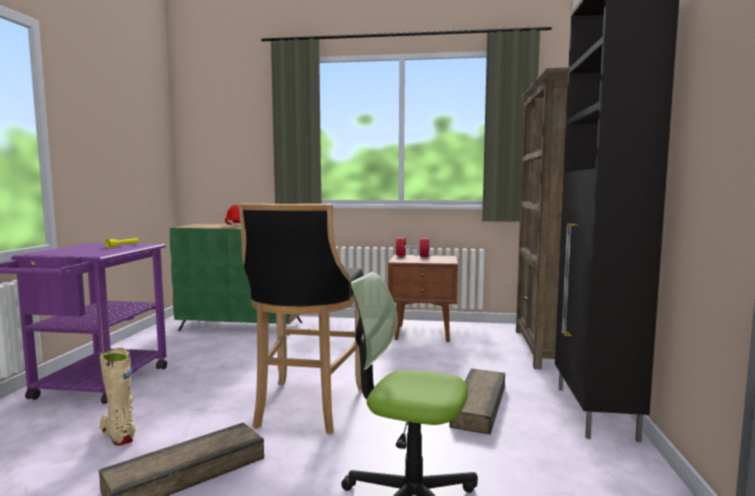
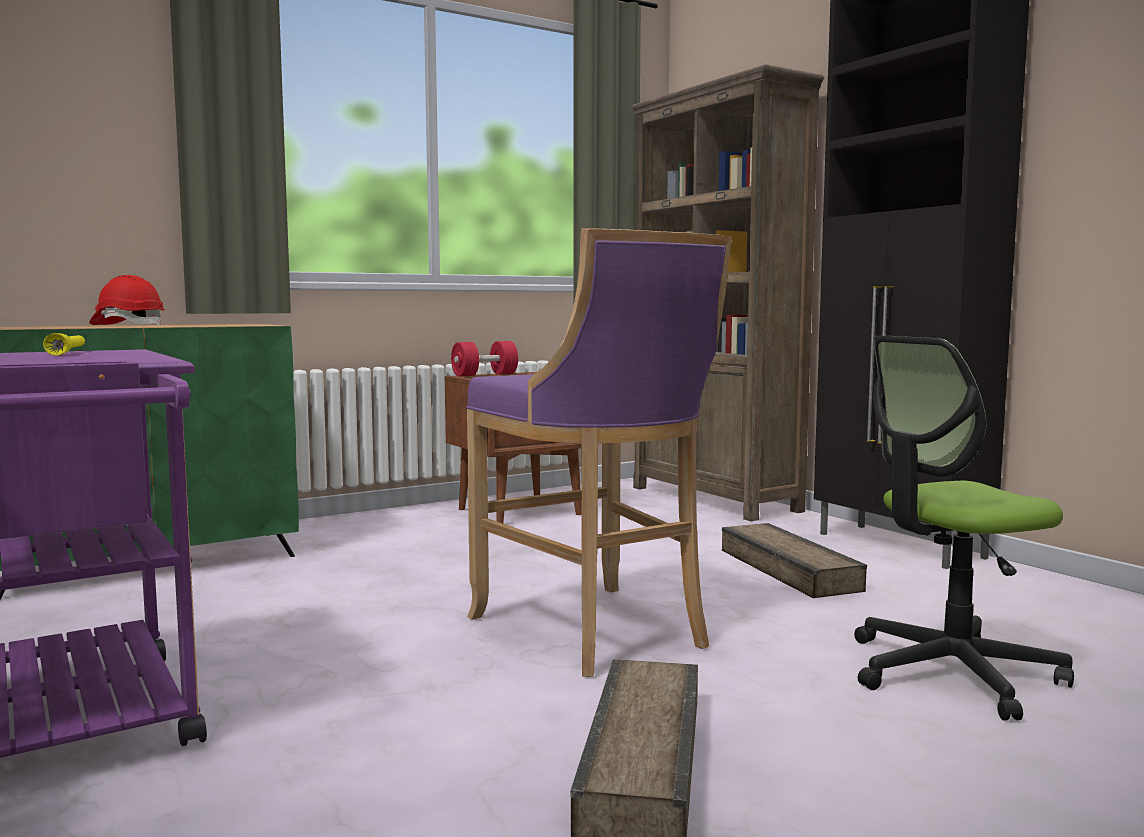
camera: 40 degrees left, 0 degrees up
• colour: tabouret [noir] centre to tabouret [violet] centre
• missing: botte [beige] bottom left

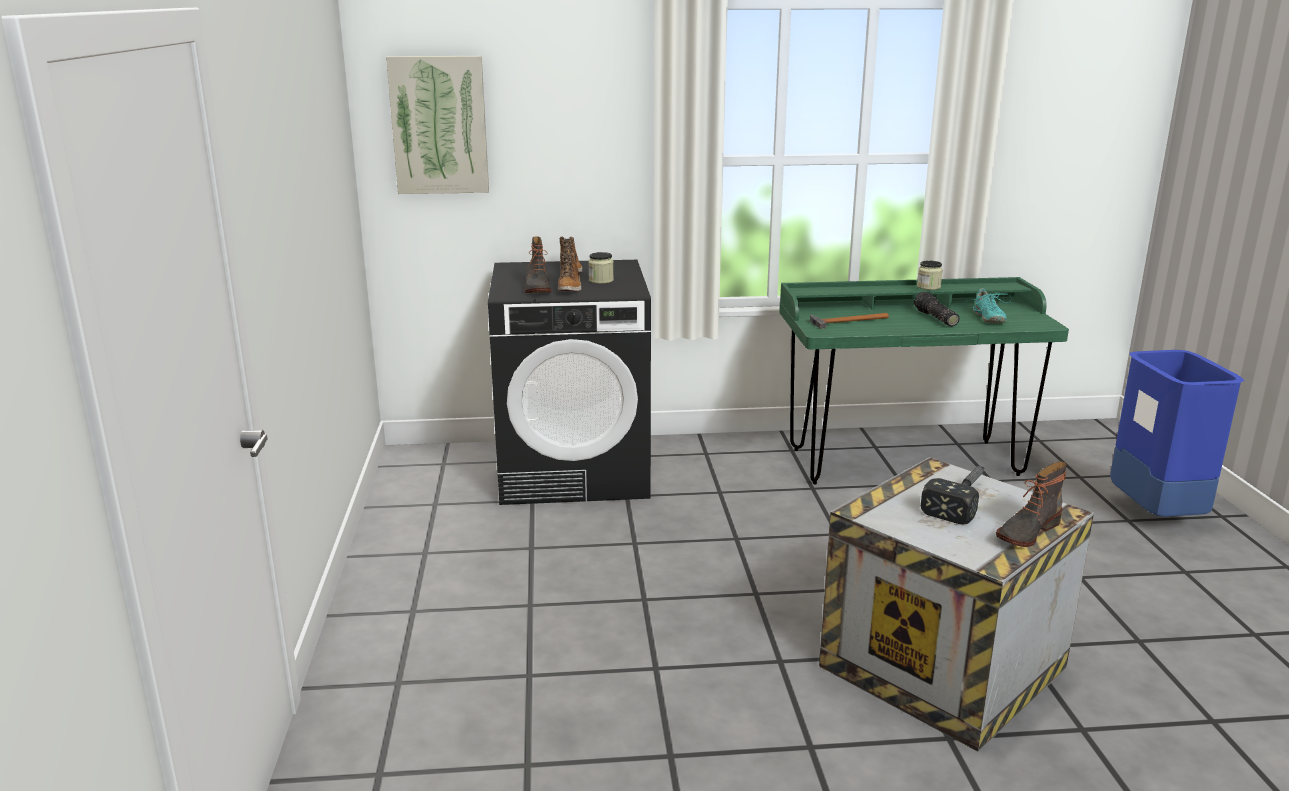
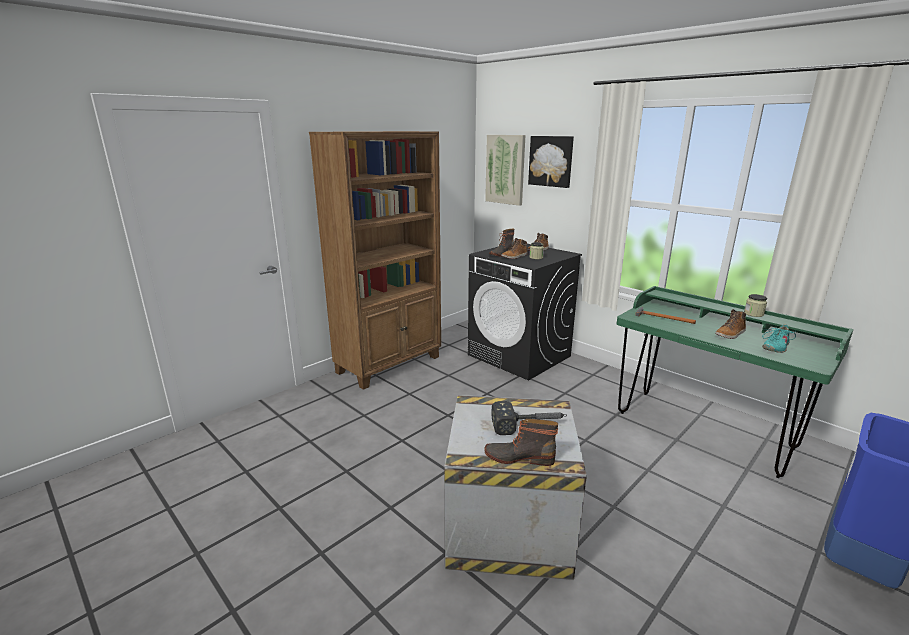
camera: 50 degrees right, 0 degrees up
• exchanged: lampe de poche middle right to botte (no. 5 from left) middle right
• appeared: bibliothèque [marron] centre
• appeared: tableau (no. 2 from left) top centre

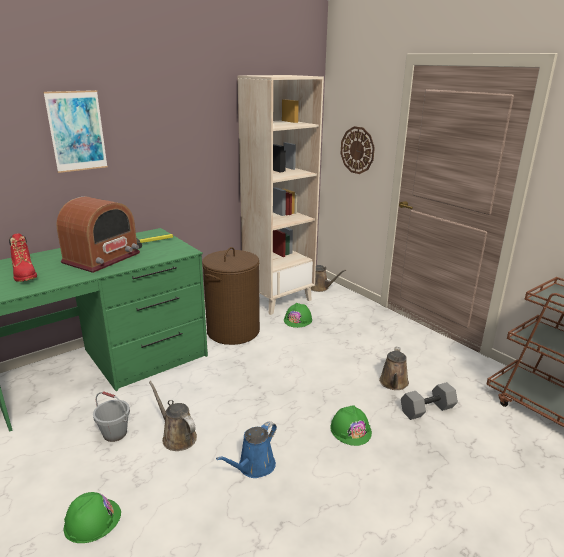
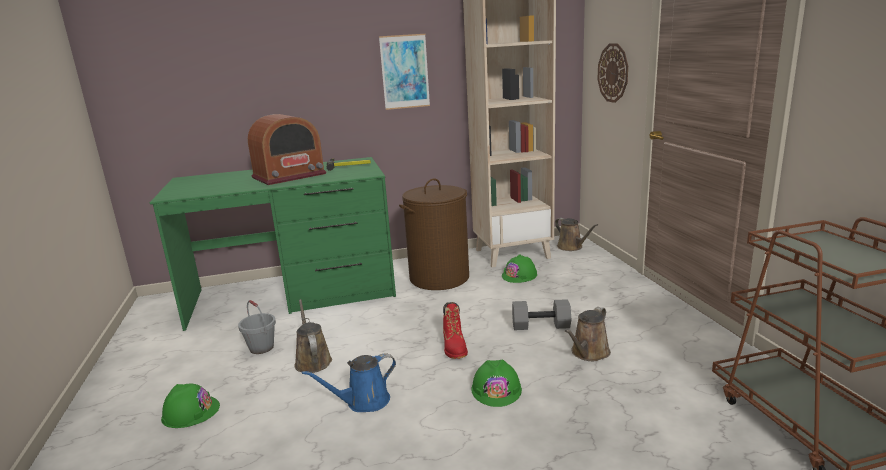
camera: 25 degrees right, 5 degrees down
• relocated: tableau top left to top centre
• relocated: botte [rouge] middle left to bottom centre
• relocated: haltère [gris] bottom right to bottom centre

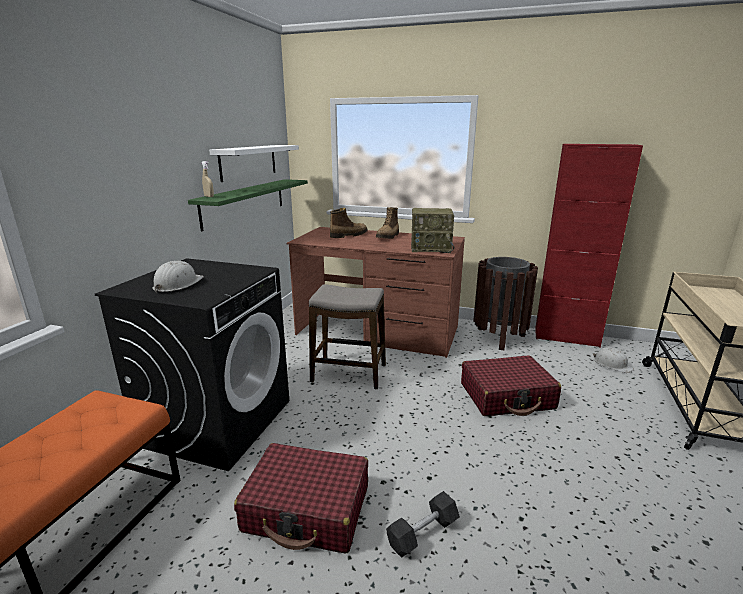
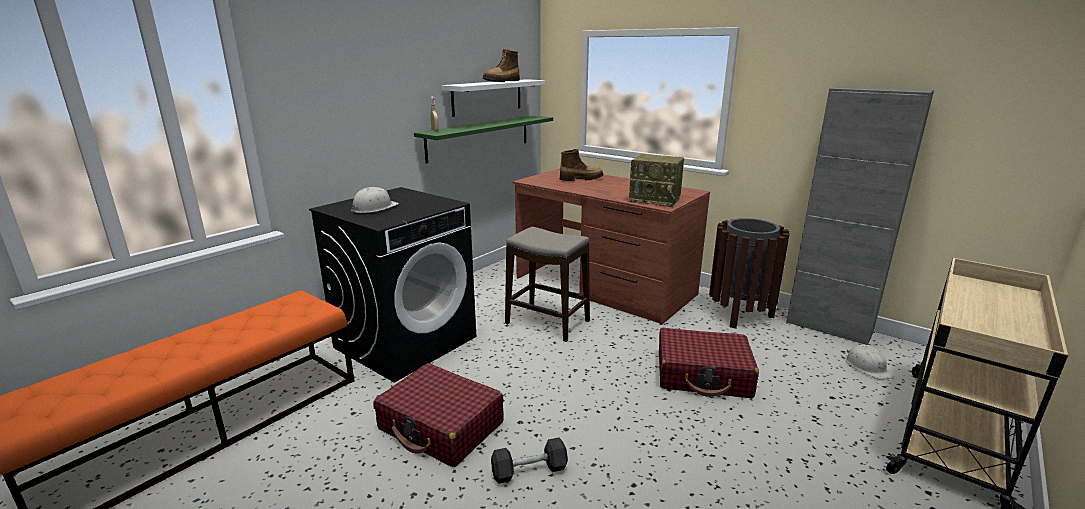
camera: 20 degrees right, 0 degrees up
• colour: meuble de rangement [rouge] middle right to meuble de rangement [gris] middle right
• relocated: botte (no. 2 from left in the first image) centre to botte (no. 1 from left) top centre

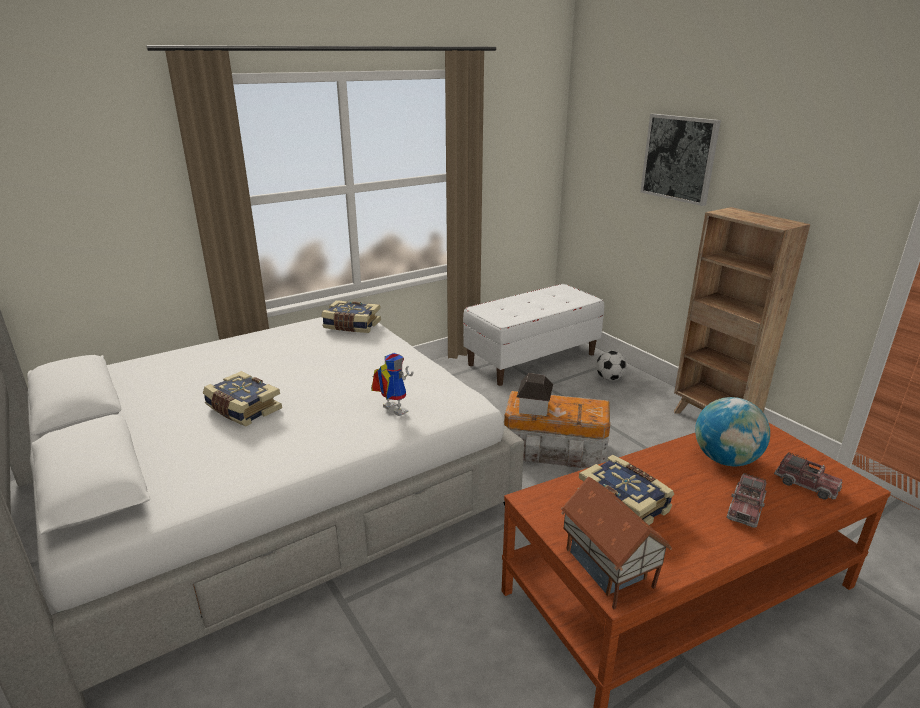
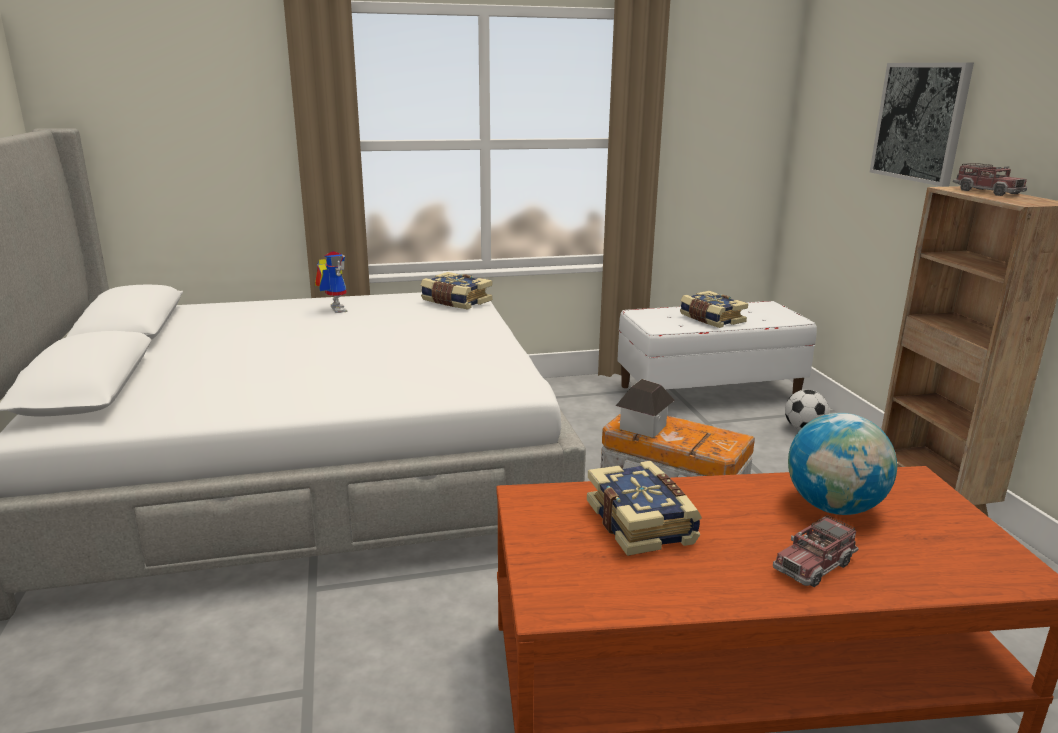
camera: 20 degrees right, 5 degrees down
• relocated: robot jouet centre to middle left
• relocated: livre (no. 1 from left in the first image) middle left to livre (no. 3 from left) middle right
• relocated: camion jouet (no. 2 from left) bottom right to top right
• missing: maison miniature (no. 2 from left) bottom right

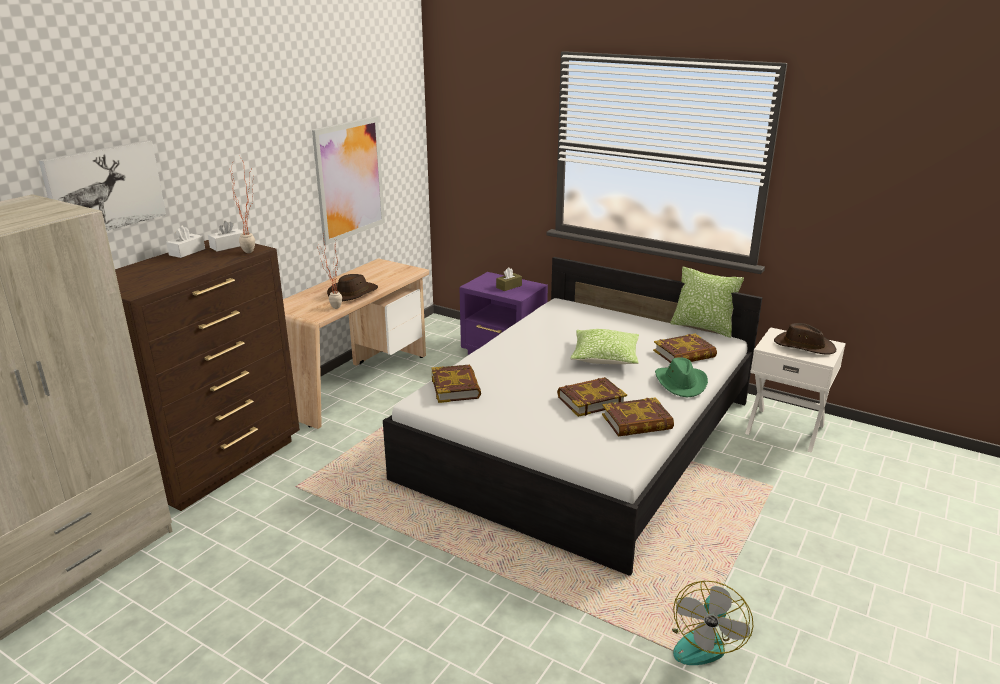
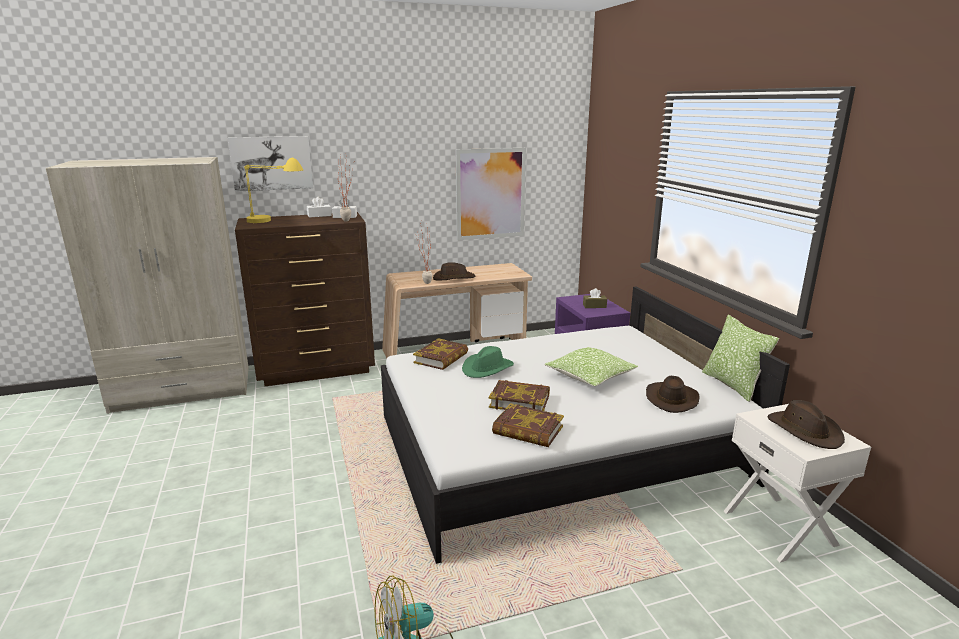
camera: 40 degrees right, 5 degrees down
• exchanged: livre (no. 4 from left) middle right to chapeau [marron] (no. 2 from left) middle right
• relocated: chapeau [vert] middle right to centre
• appeared: lampe de table [jaune] top left

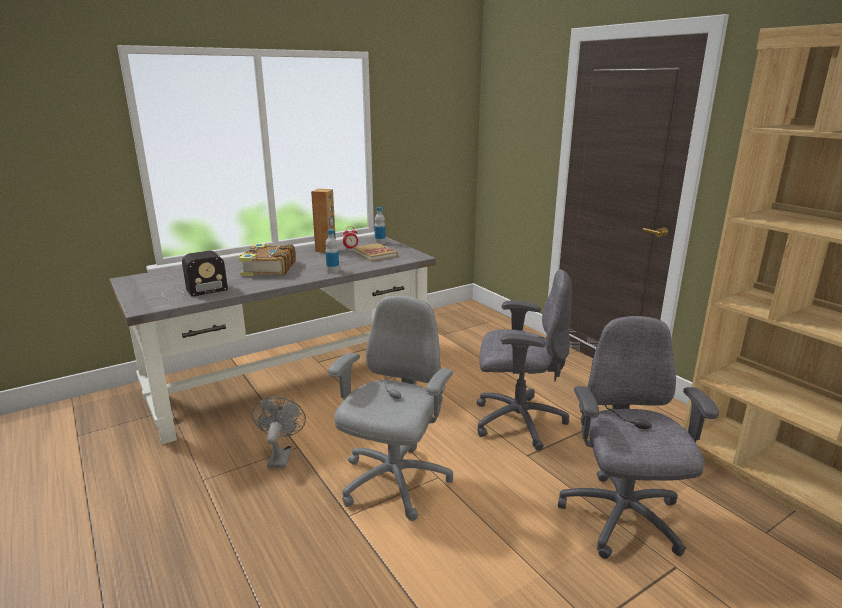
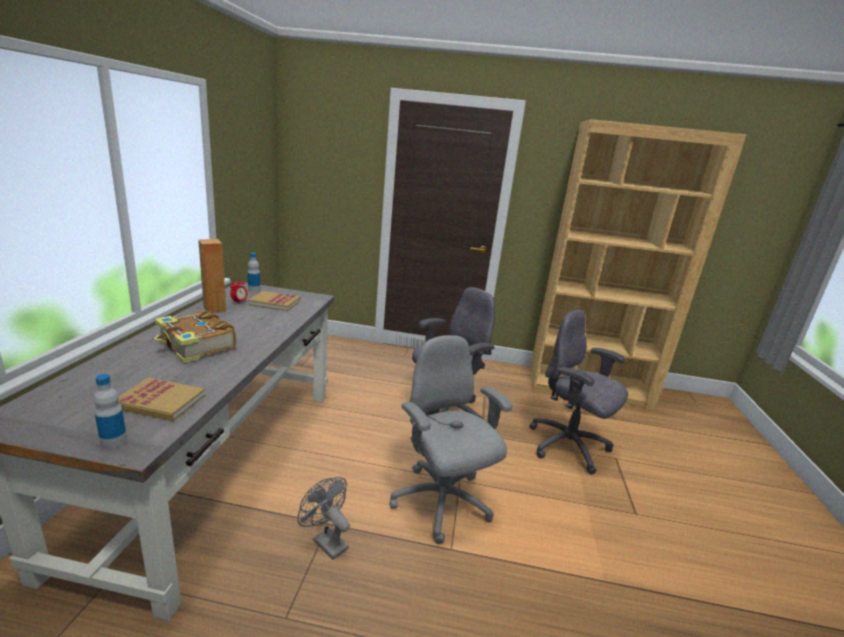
camera: 50 degrees left, 0 degrees up
• relocated: bouteille (no. 1 from left) centre to middle left
• exchanged: radio middle left to livre (no. 1 from left) middle left

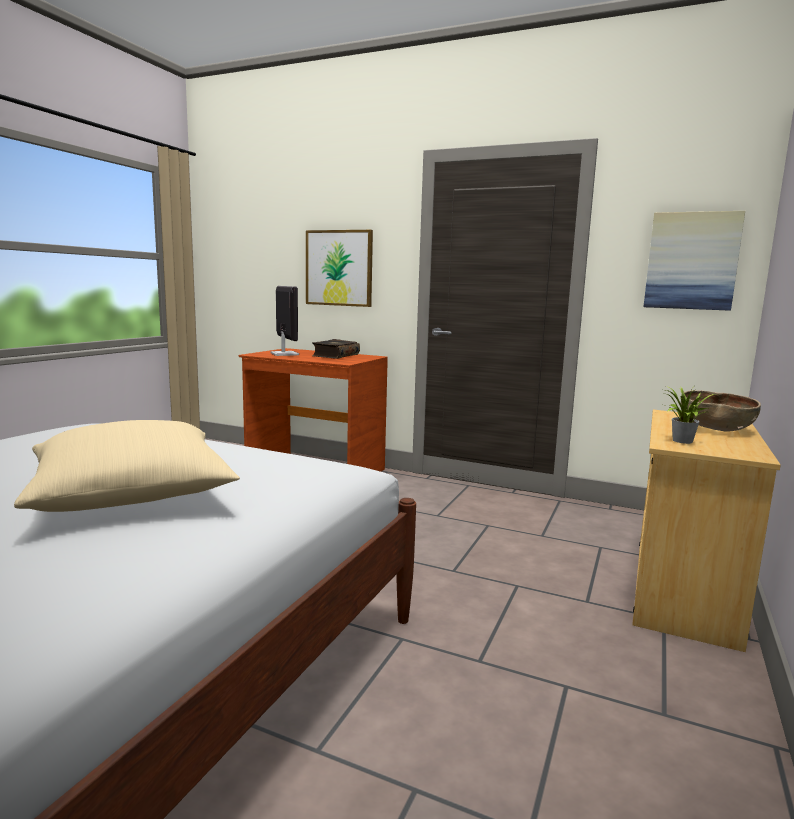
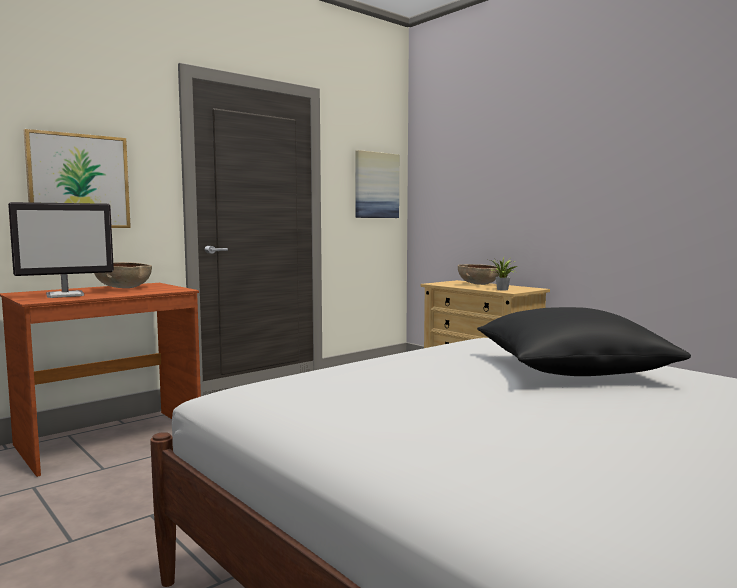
camera: 65 degrees left, 5 degrees down
• spun: écran d'ordinateur centre = middle left 150 degrees clockwise
• exchanged: livre centre to bol [marron] (no. 1 from left) middle left
• colour: coussin [beige] middle left to coussin [noir] middle right

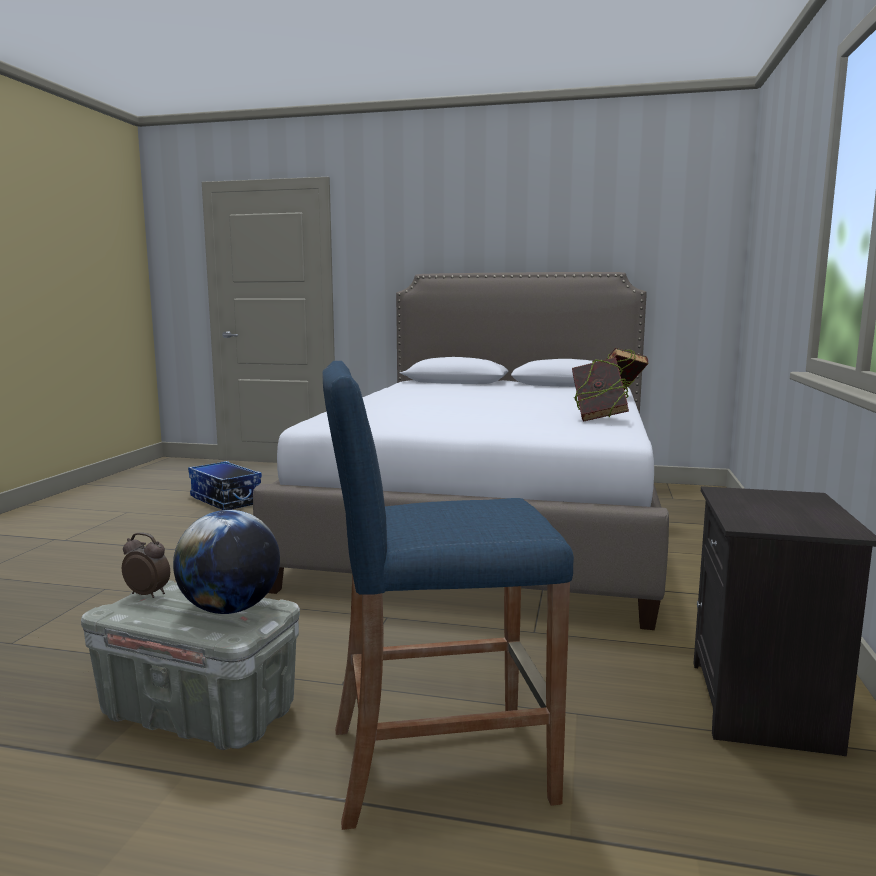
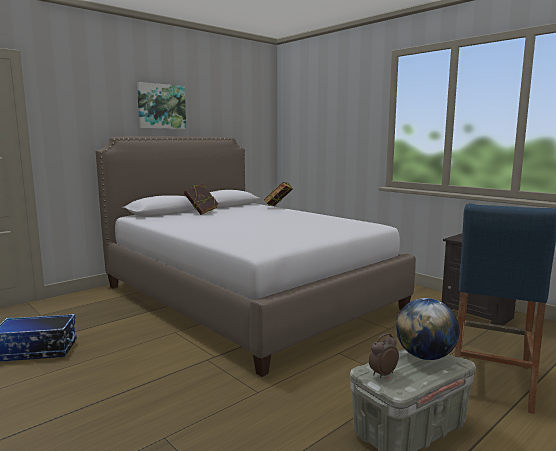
camera: 55 degrees left, 0 degrees up
• relocated: livre (no. 1 from left) middle right to centre
• appeared: tableau top left

